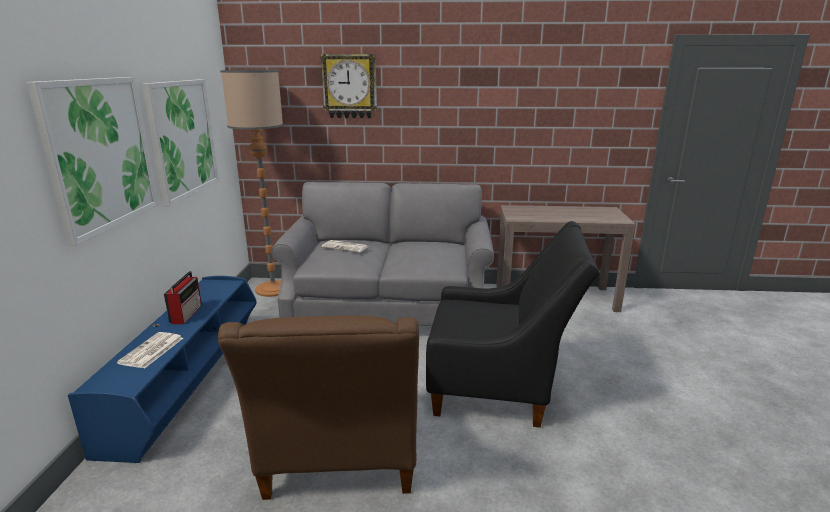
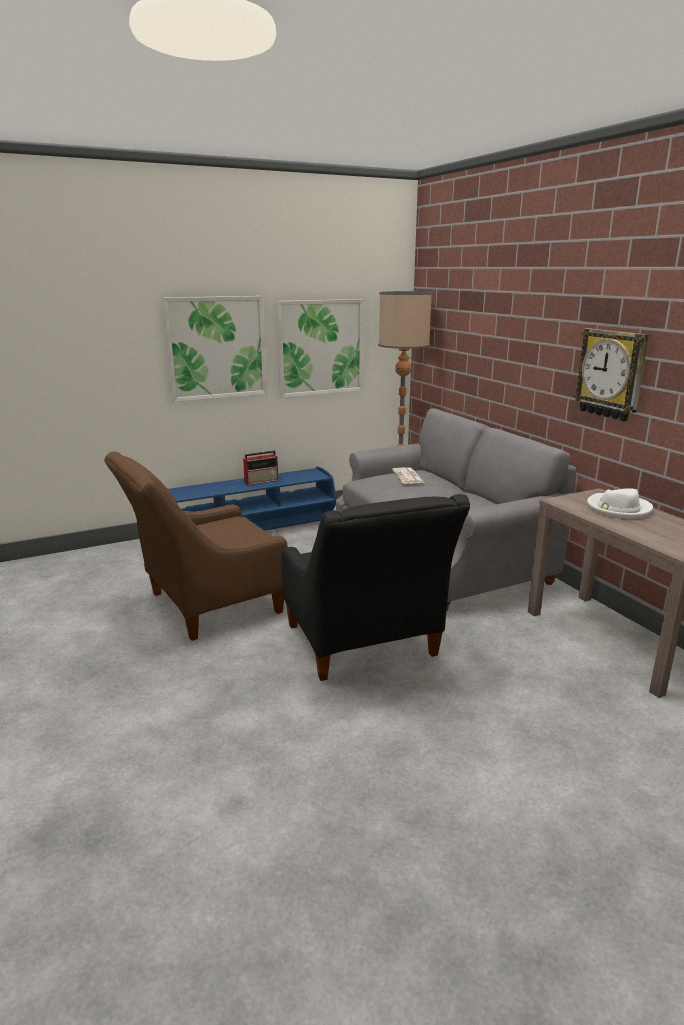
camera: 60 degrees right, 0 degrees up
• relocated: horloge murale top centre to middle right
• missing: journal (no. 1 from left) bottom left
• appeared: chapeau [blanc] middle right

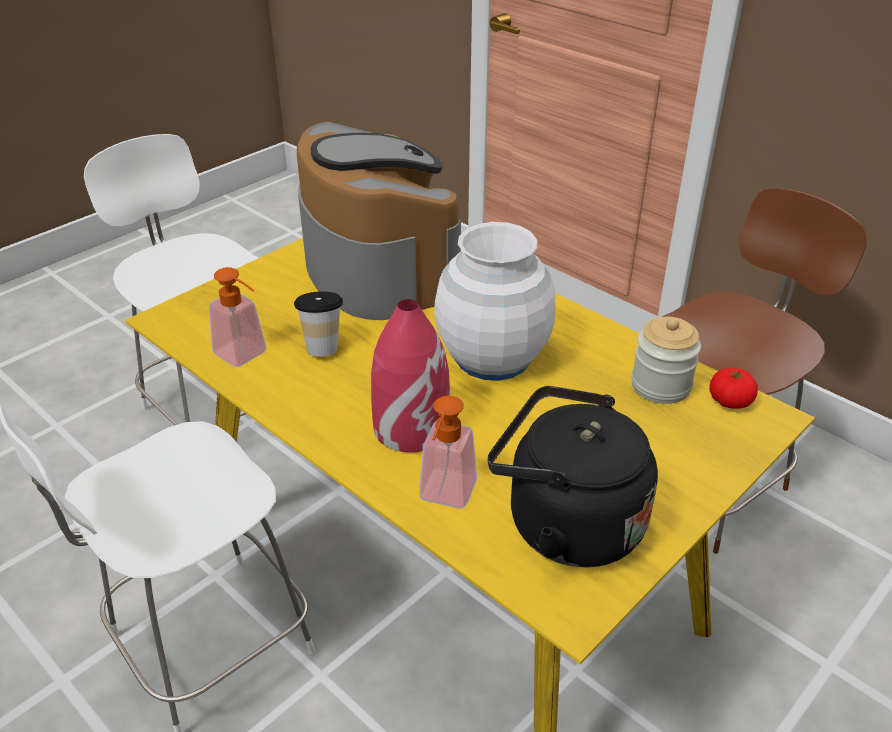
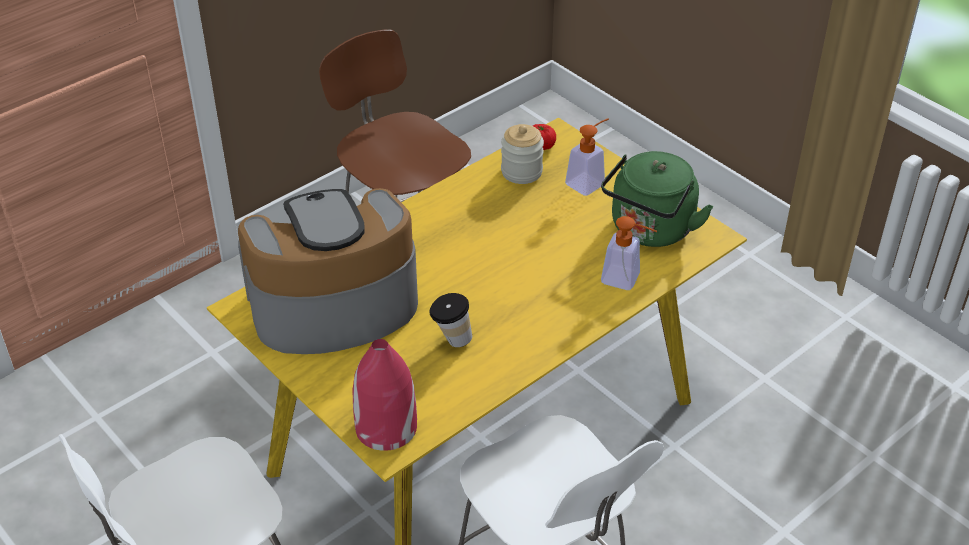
camera: 85 degrees left, 5 degrees up
• missing: vase [blanc] centre
• relocated: distributeur de savon (no. 1 from left) middle left to top centre
• relocated: vase [rouge] centre to bottom centre
• colour: bouilloire [noir] centre to bouilloire [vert] middle right

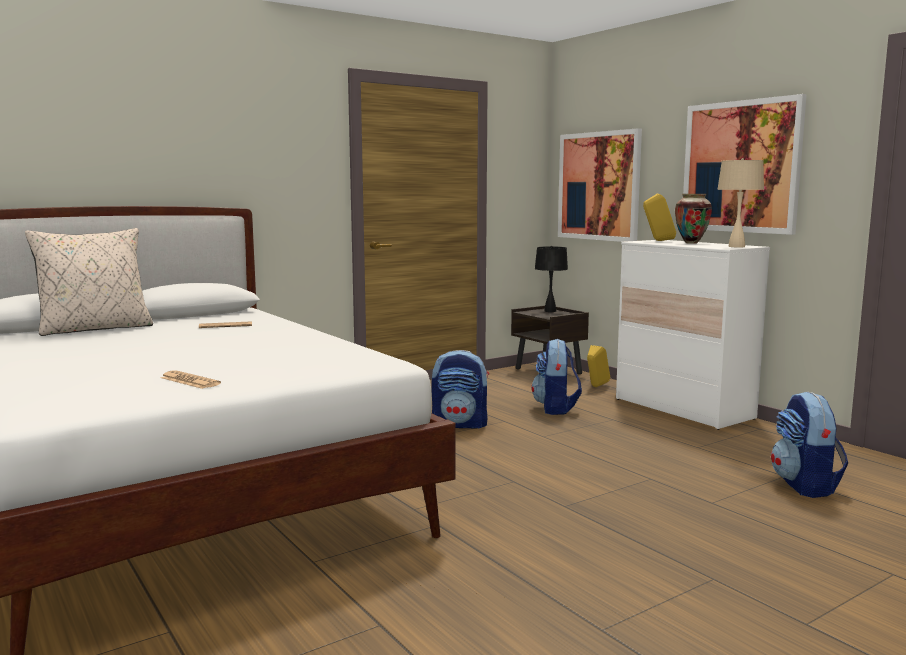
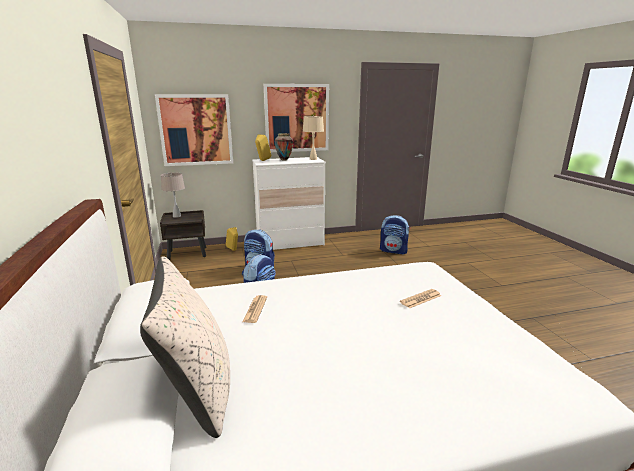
camera: 70 degrees left, 10 degrees up
• colour: lampe de table [noir] centre to lampe de table [beige] (no. 1 from left) middle left
• relocated: journal (no. 1 from left in the first image) middle left to journal (no. 2 from left) centre

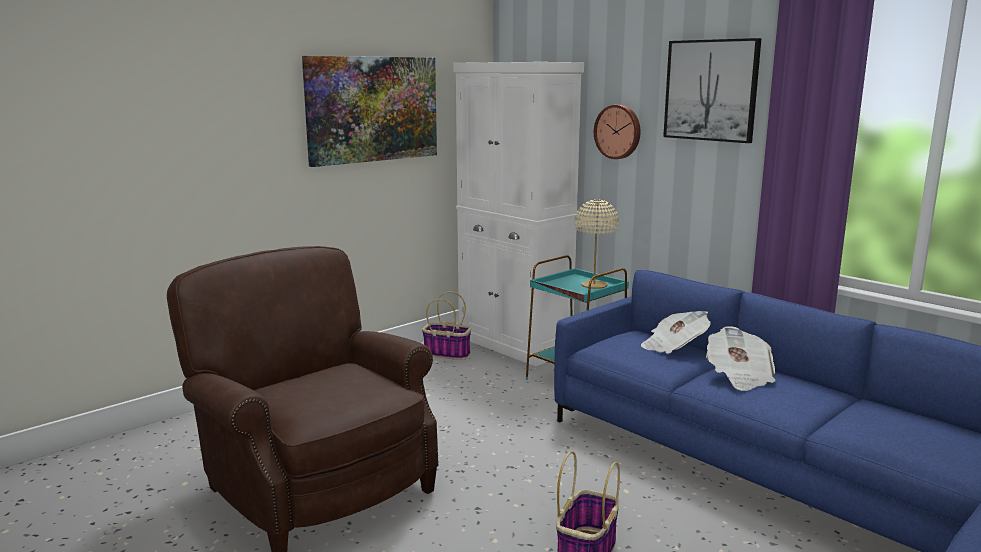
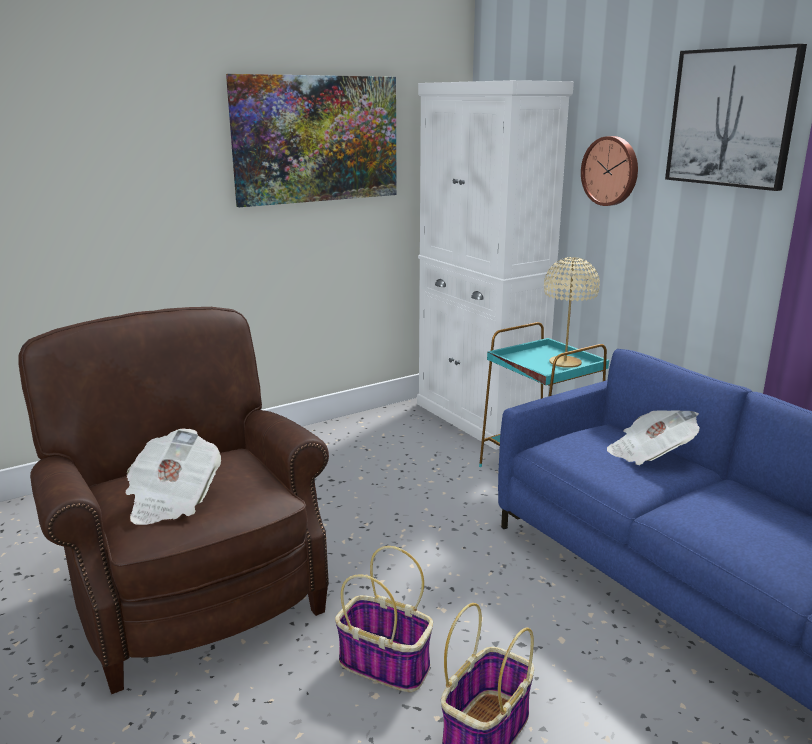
camera: 10 degrees right, 5 degrees up
• relocated: panier (no. 1 from left) centre to bottom centre
• relocated: journal (no. 2 from left in the first image) middle right to journal (no. 1 from left) middle left

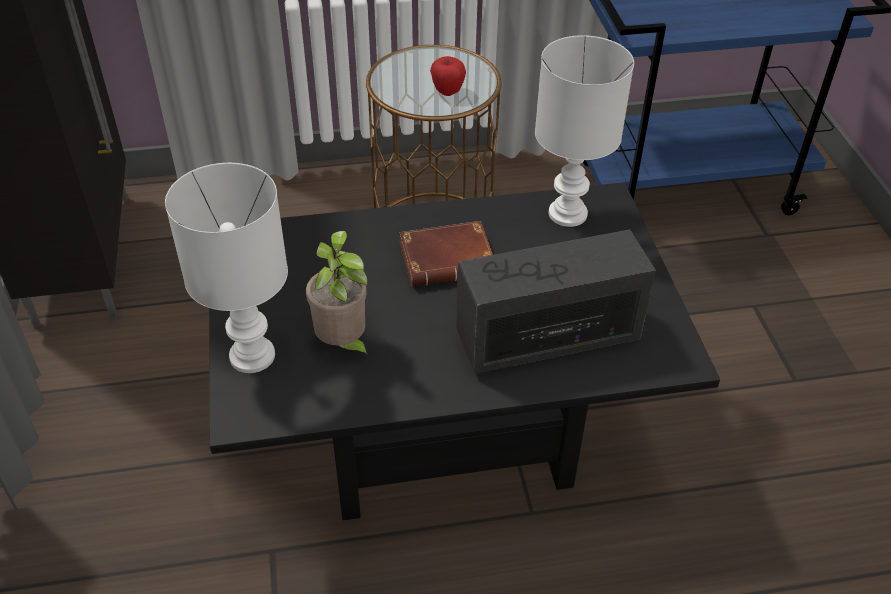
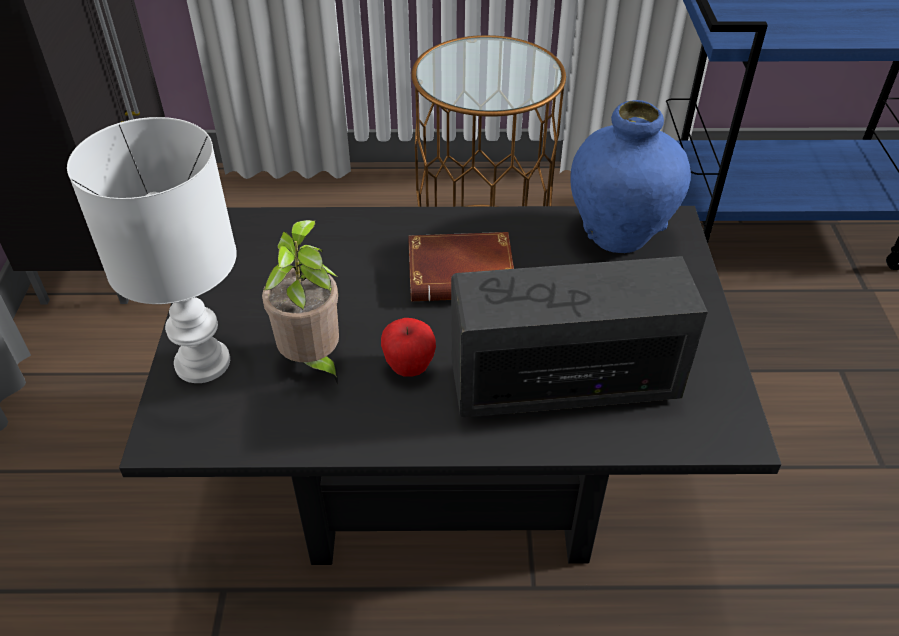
camera: 10 degrees right, 0 degrees up
• exchanged: lampe de table [blanc] (no. 2 from left) top centre to vase [bleu] top right
• relocated: pomme top centre to centre

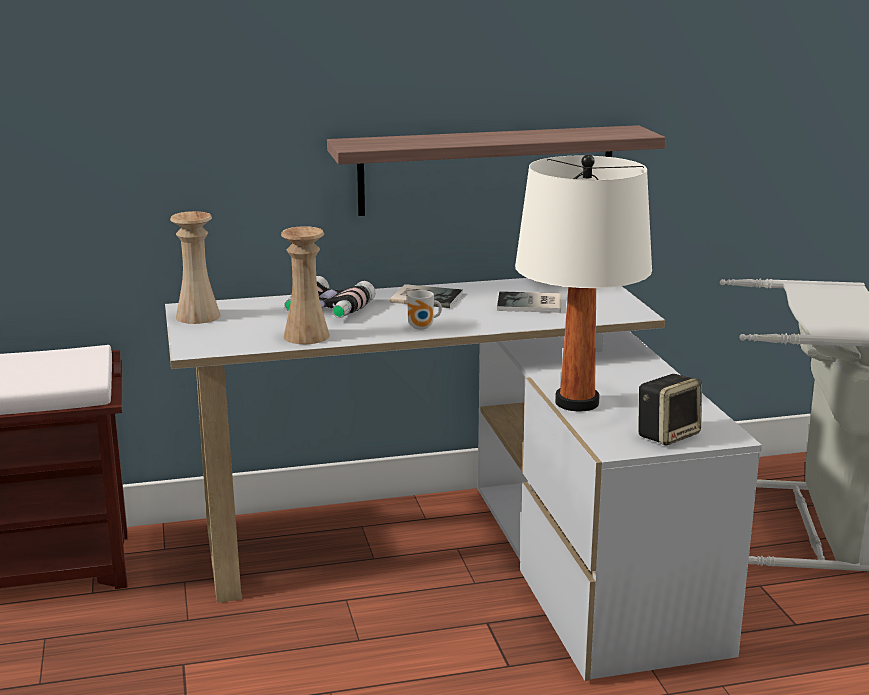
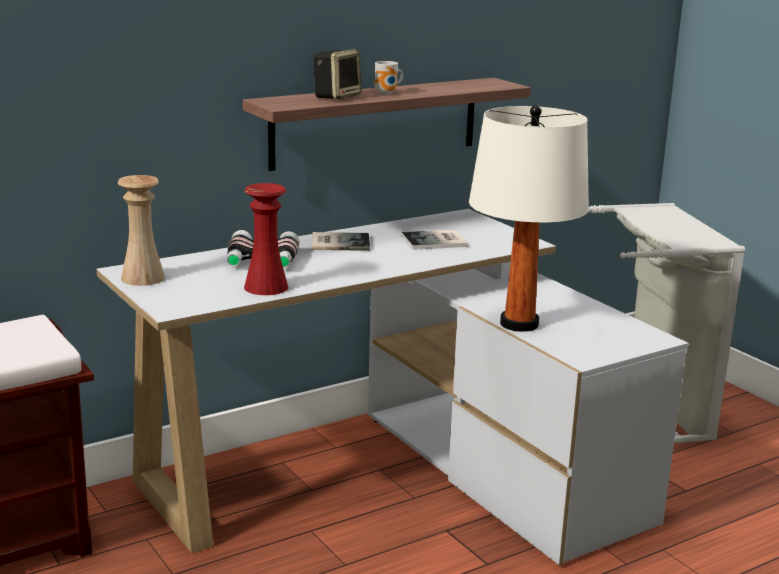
camera: 20 degrees left, 0 degrees up
• colour: vase [beige] (no. 2 from left) centre to vase [rouge] centre
• relocated: mug centre to top centre
• relocated: enceinte middle right to top centre

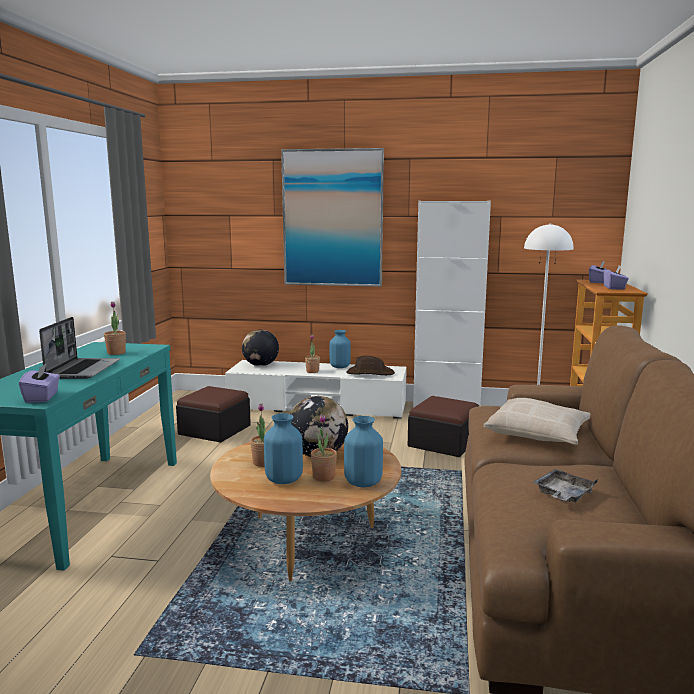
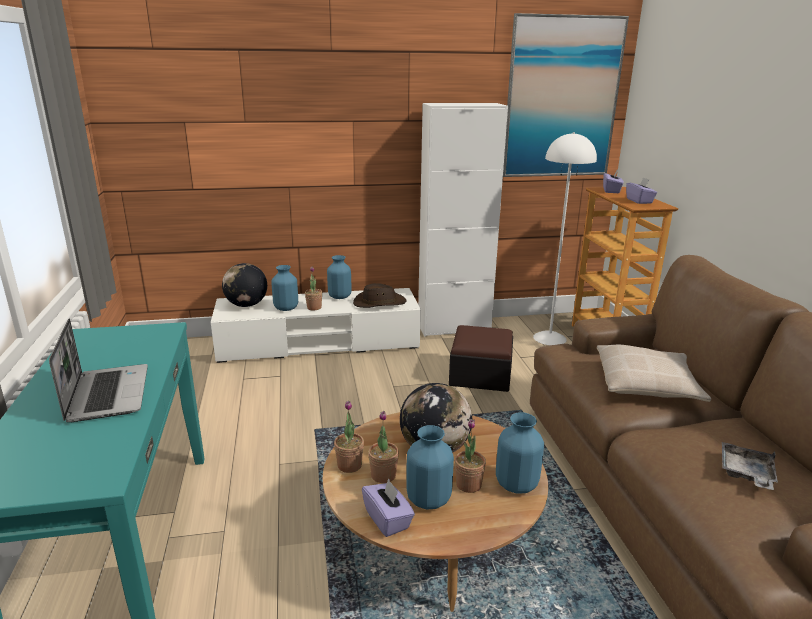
camera: 20 degrees left, 10 degrees up
• relocated: tableau top centre to top right
• relocated: plante en pot (no. 1 from left in the first image) middle left to plante en pot (no. 2 from left) bottom centre
• relocated: boîte à mouchoirs [violet] (no. 1 from left) middle left to bottom centre
• missing: pouf (no. 1 from left) middle left
• appeared: vase [bleu] (no. 1 from left) centre

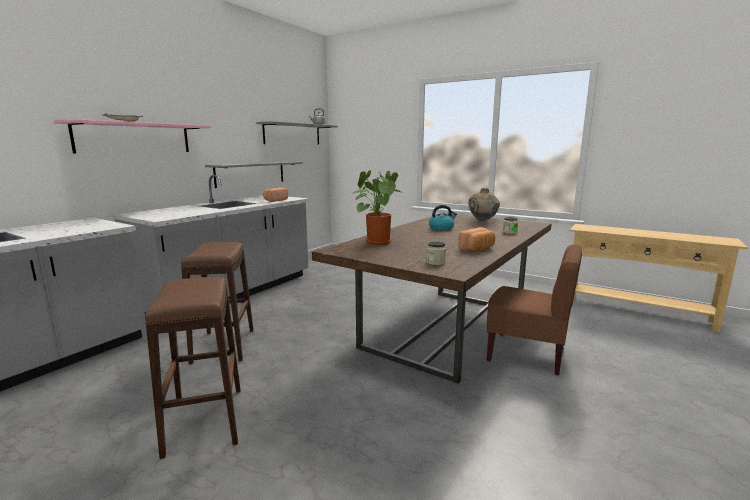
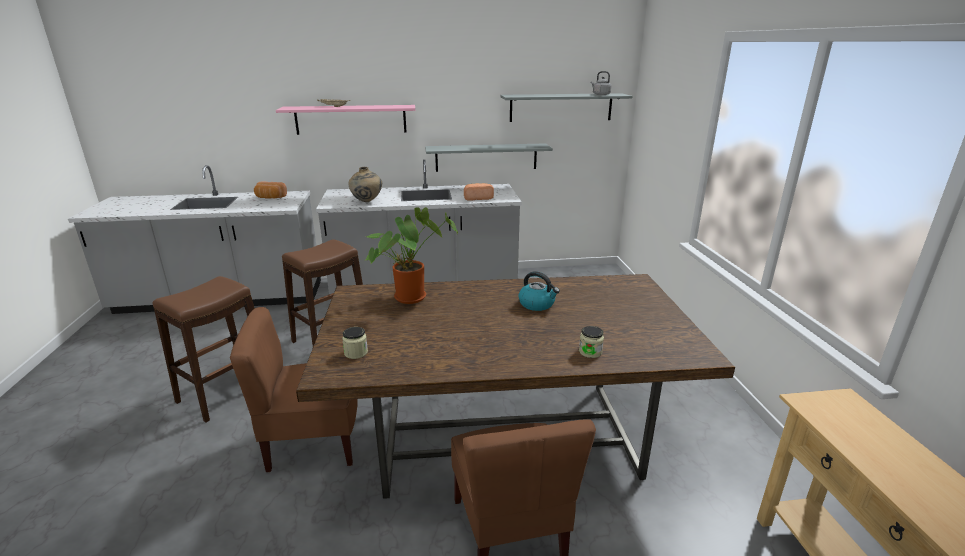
camera: 50 degrees right, 10 degrees up
• relocated: vase [beige] centre to top centre
• relocated: pain (no. 2 from left in the first image) centre to pain (no. 1 from left) middle left
• appeared: chaise [marron] (no. 1 from left) bottom left

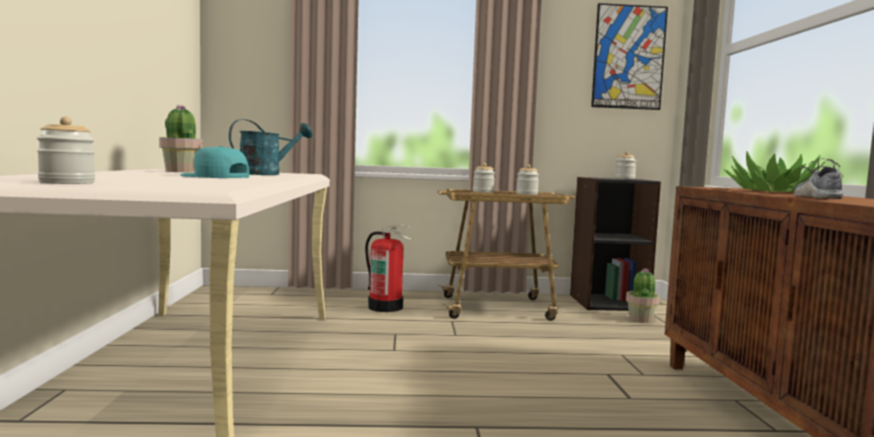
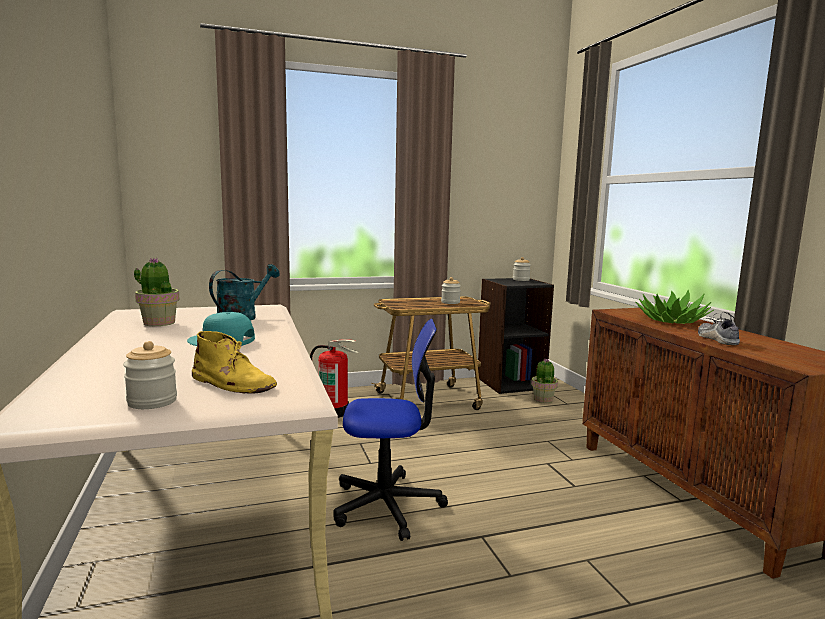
camera: 15 degrees left, 5 degrees up
• missing: tableau top right
• missing: bocal (no. 2 from left) centre
• appeared: chaise de bureau bottom centre
• appeared: botte [jaune] middle left

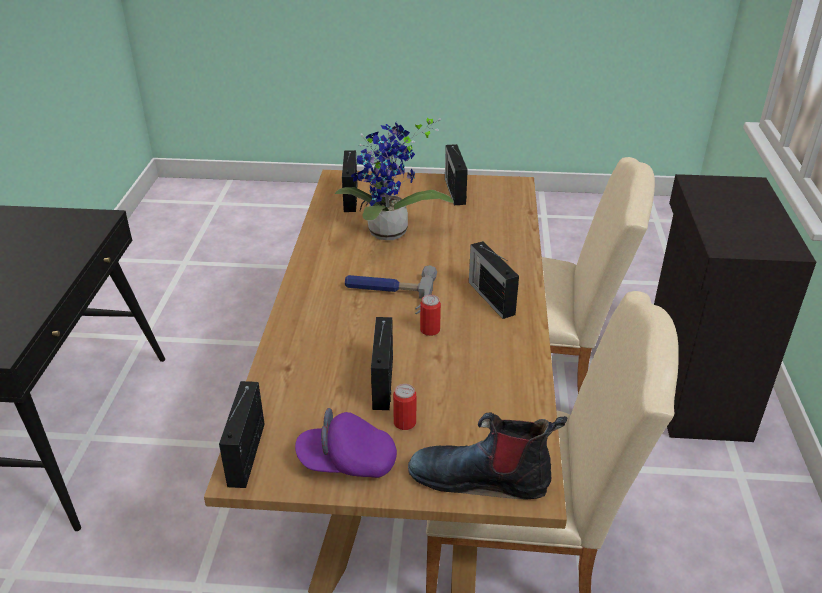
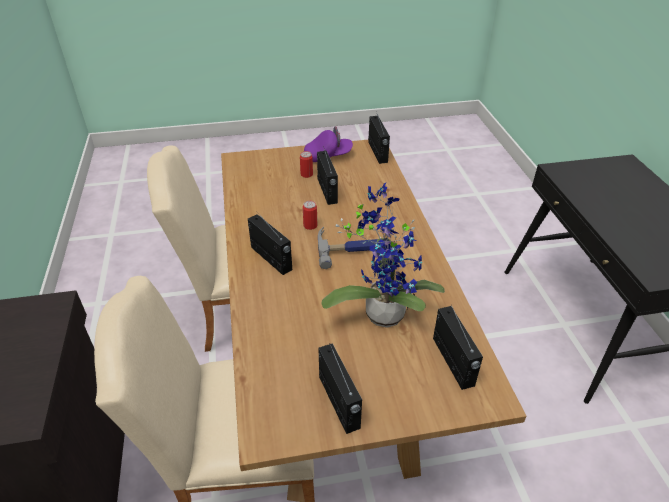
camera: 165 degrees right, 5 degrees up
• missing: botte bottom centre

